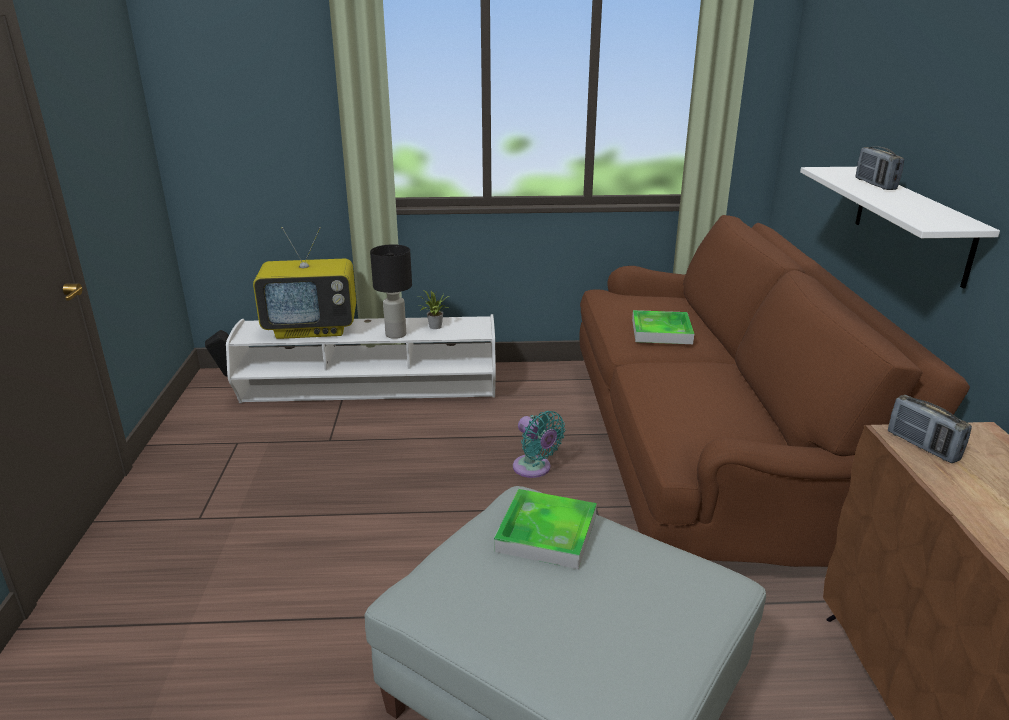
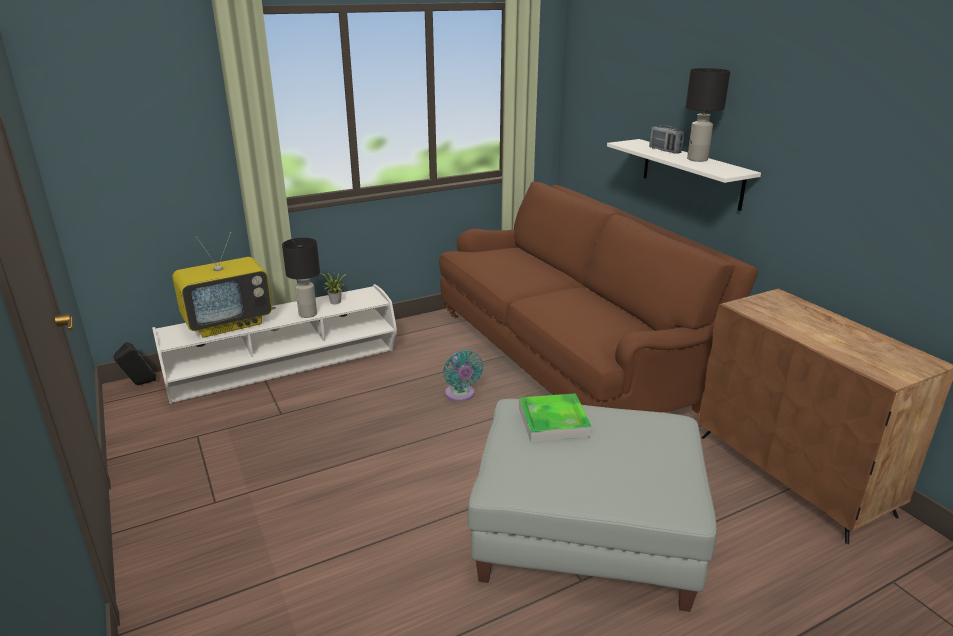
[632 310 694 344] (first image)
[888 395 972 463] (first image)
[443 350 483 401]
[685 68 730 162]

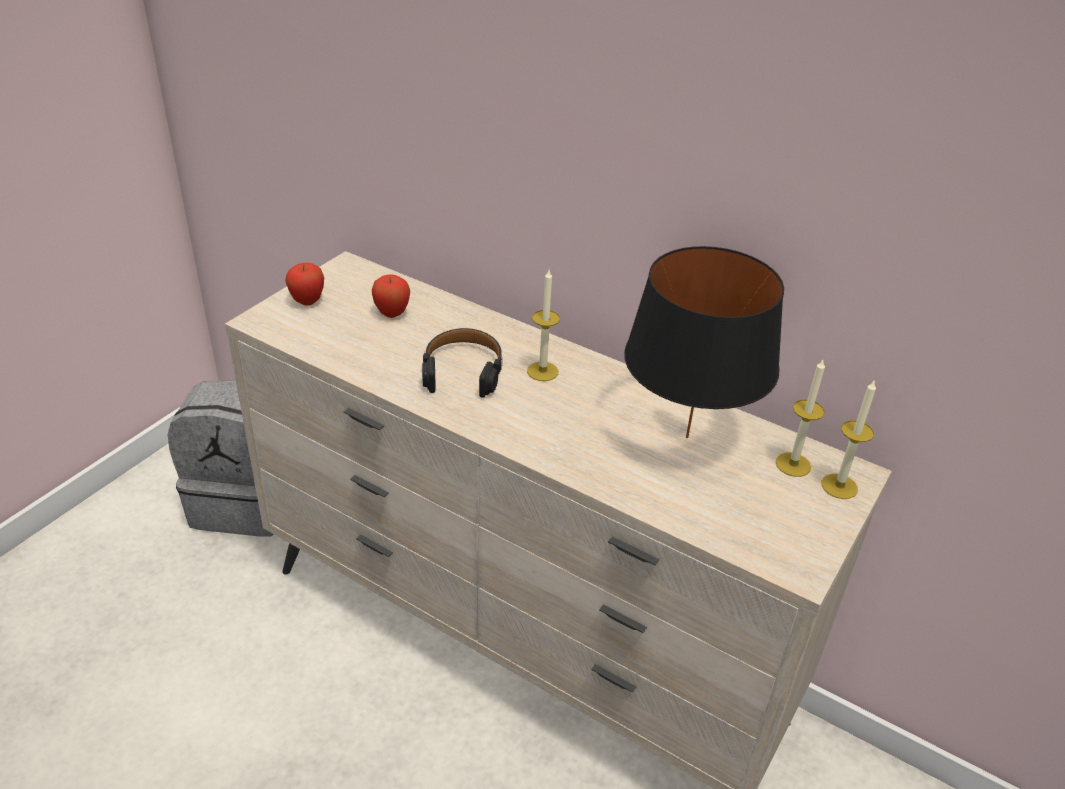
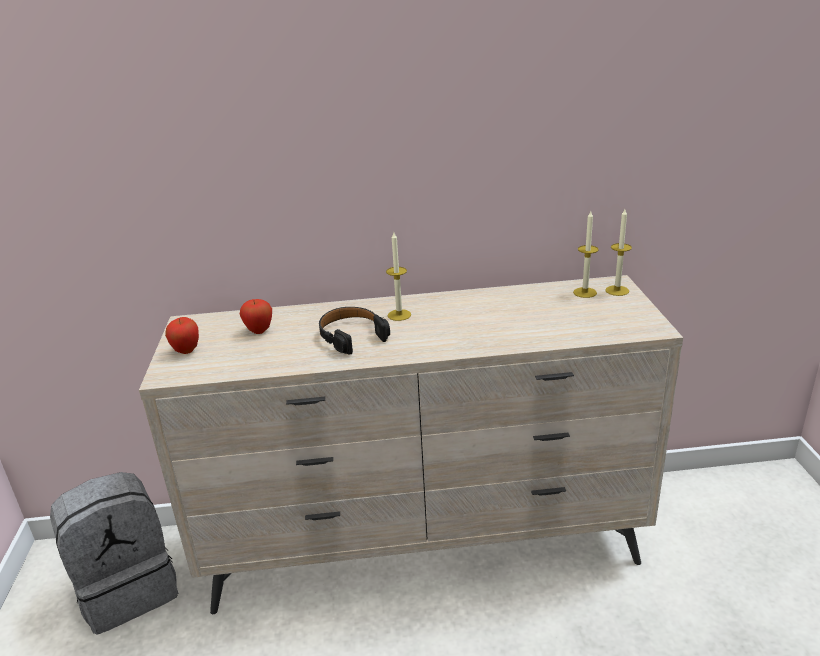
[624 246 784 438] (first image)

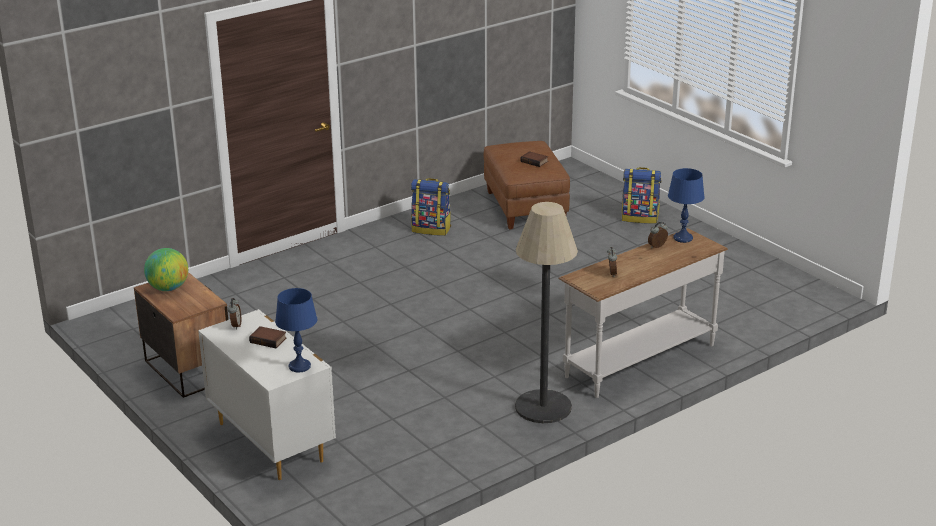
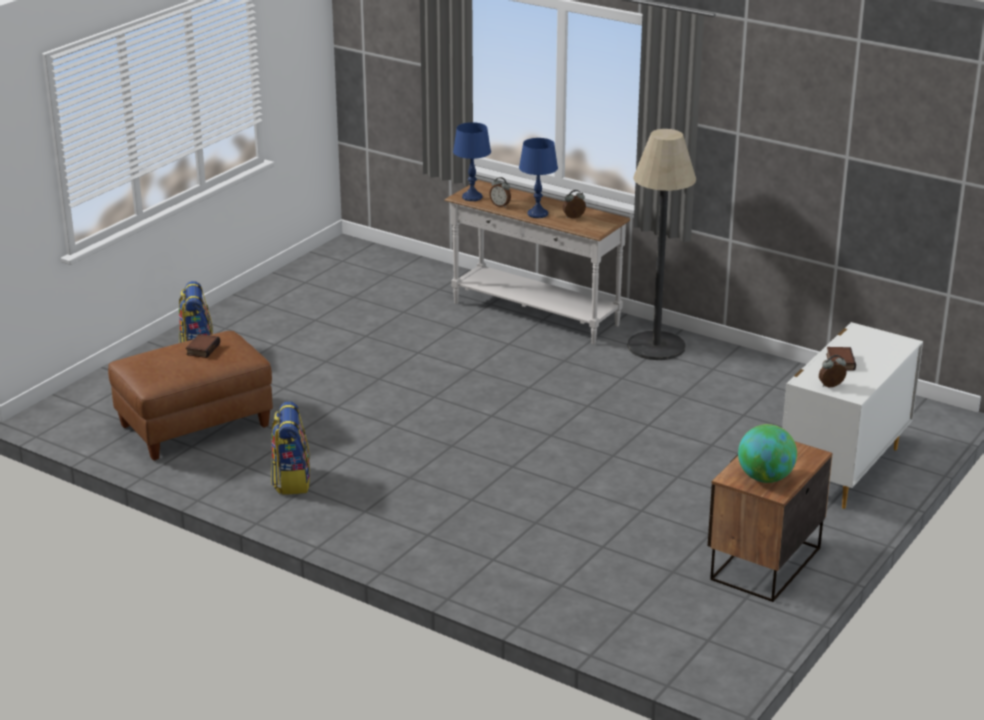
[519 138 558 218]

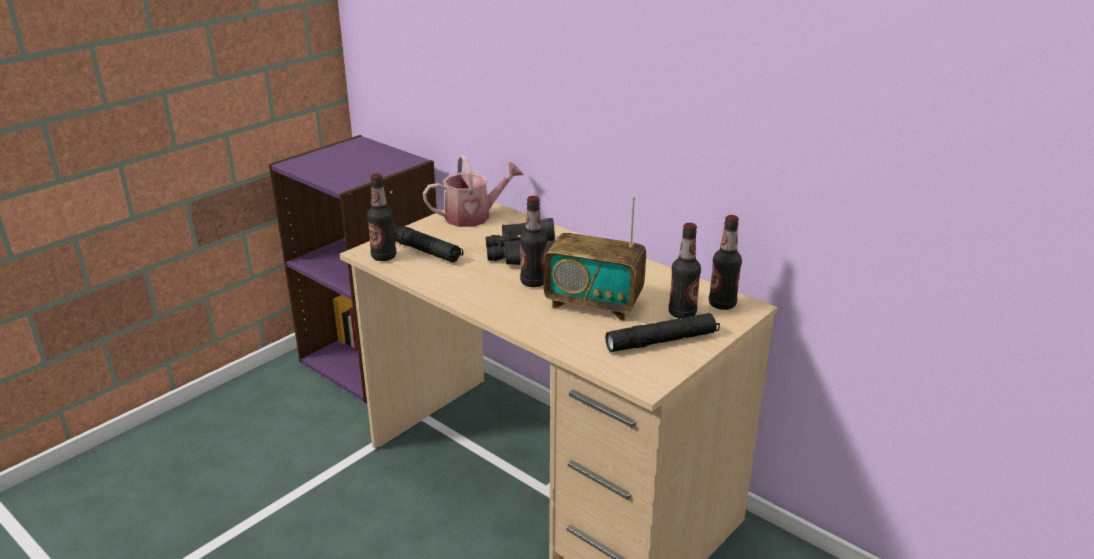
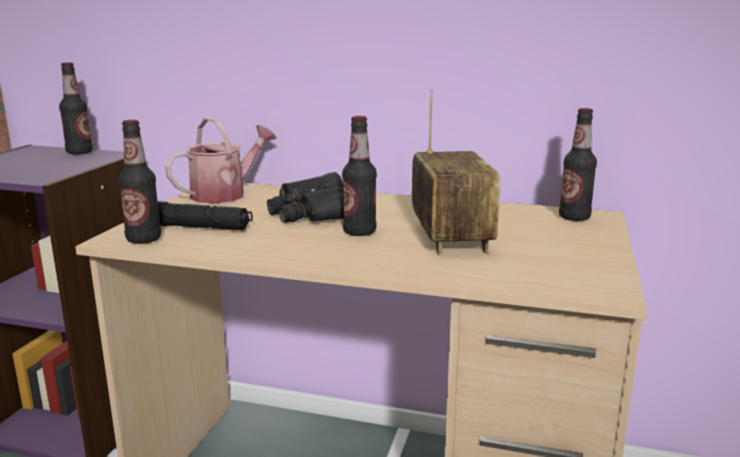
[412 89 501 255]
[59 62 93 155]
[605 313 720 352] (first image)

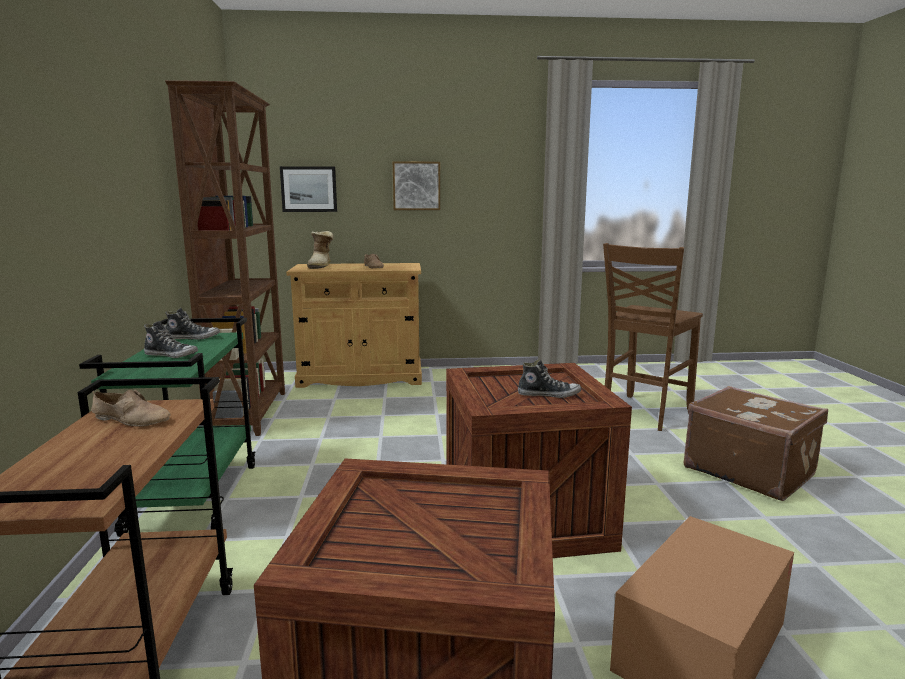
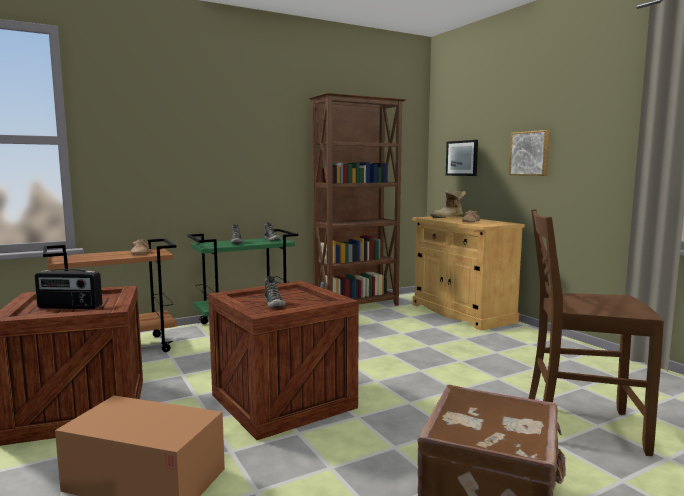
[35 269 102 309]

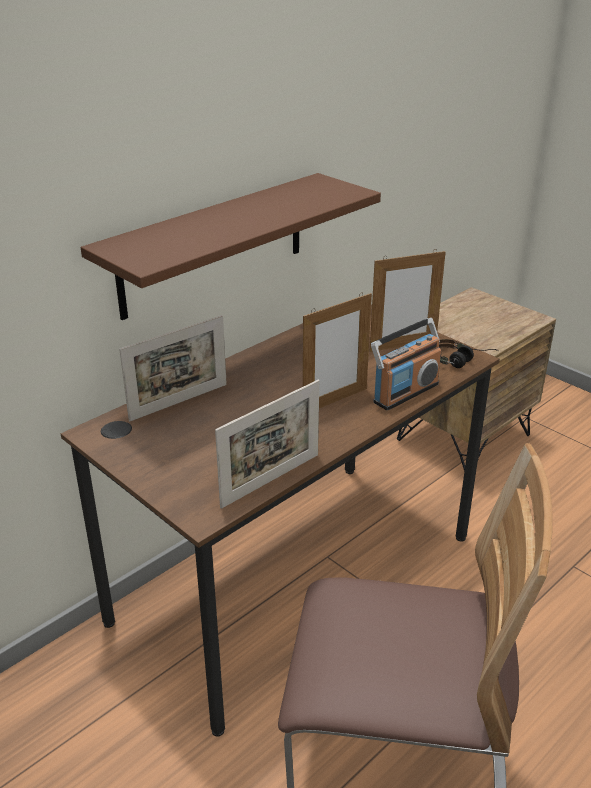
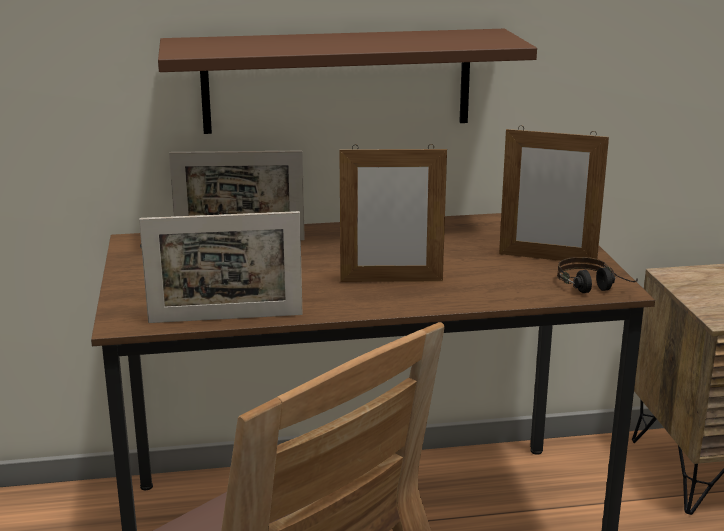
[371 318 441 410] (first image)

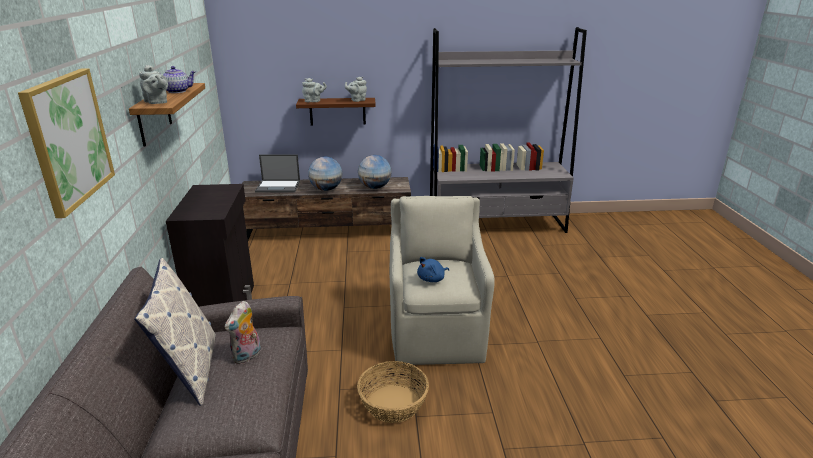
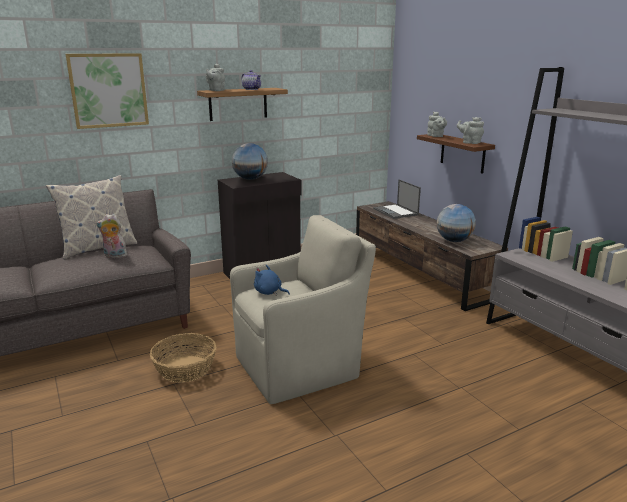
[232 143 268 180]

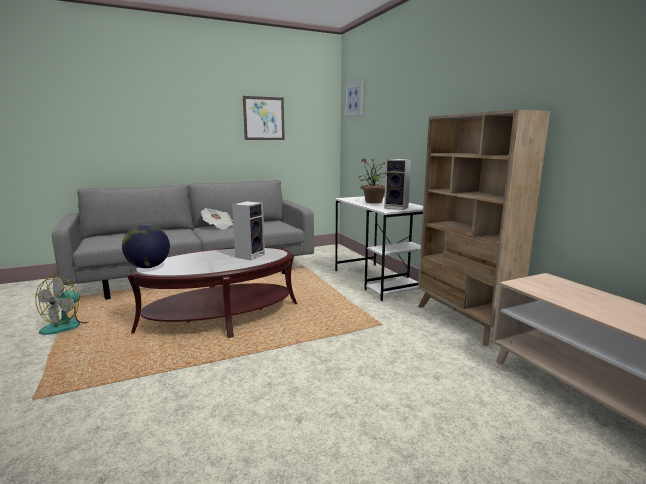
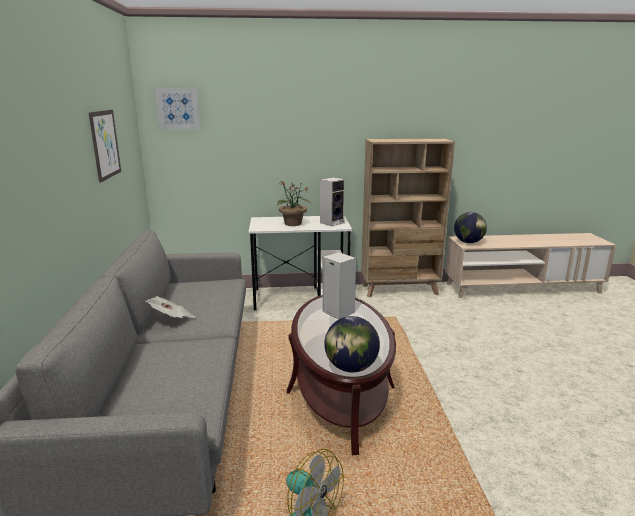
[454 212 487 243]

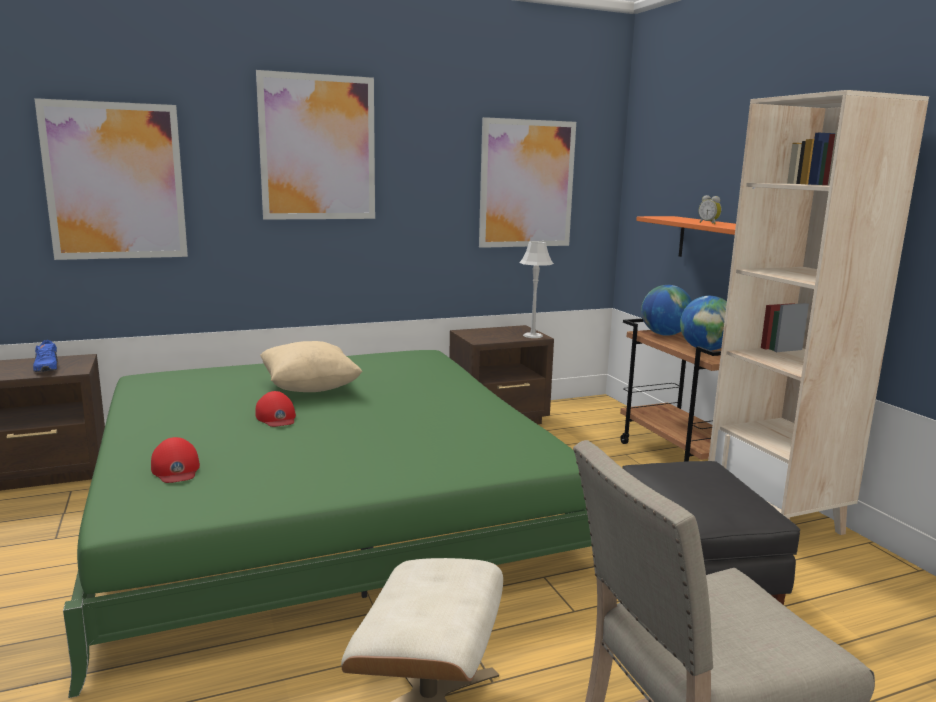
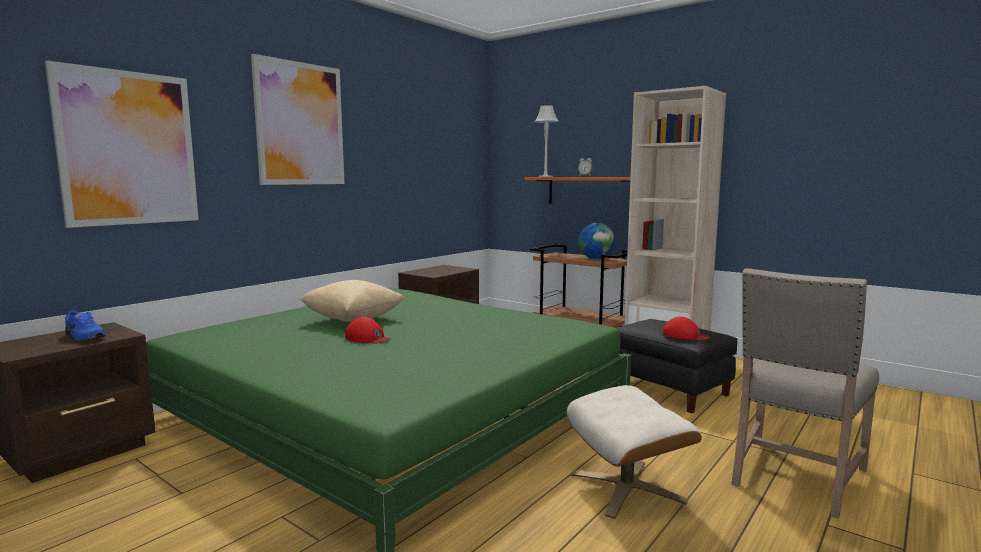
[479 117 576 248] (first image)
[535 105 559 177]
[641 285 692 336] (first image)
[663 317 711 340]

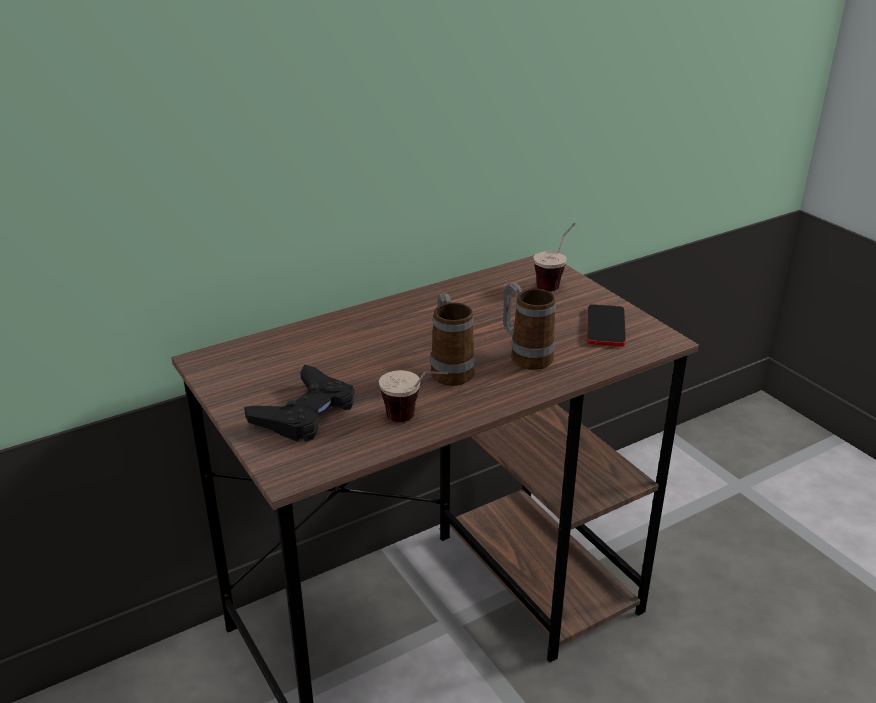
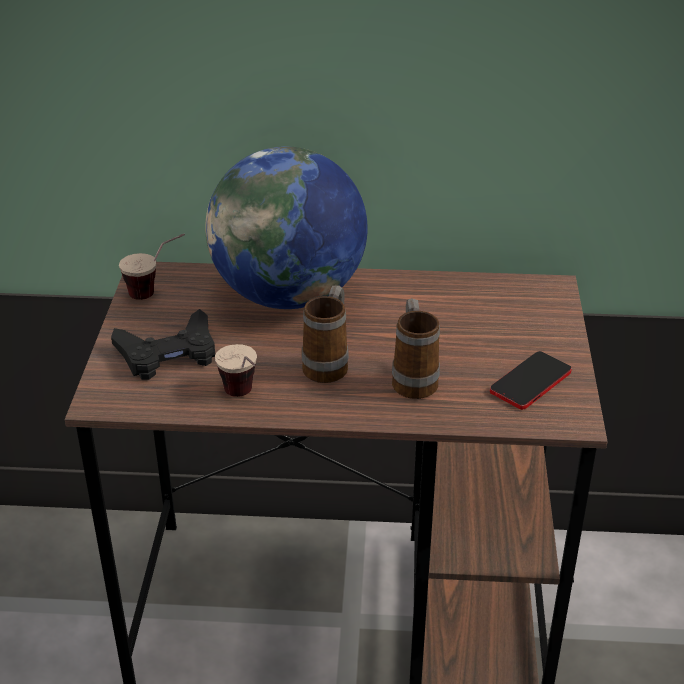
[119 234 185 300]
[205 146 368 309]

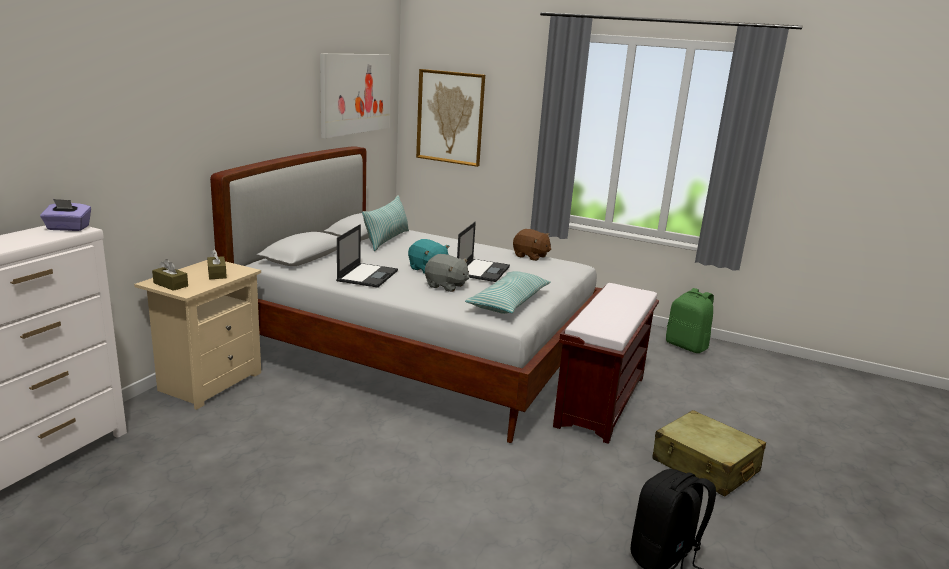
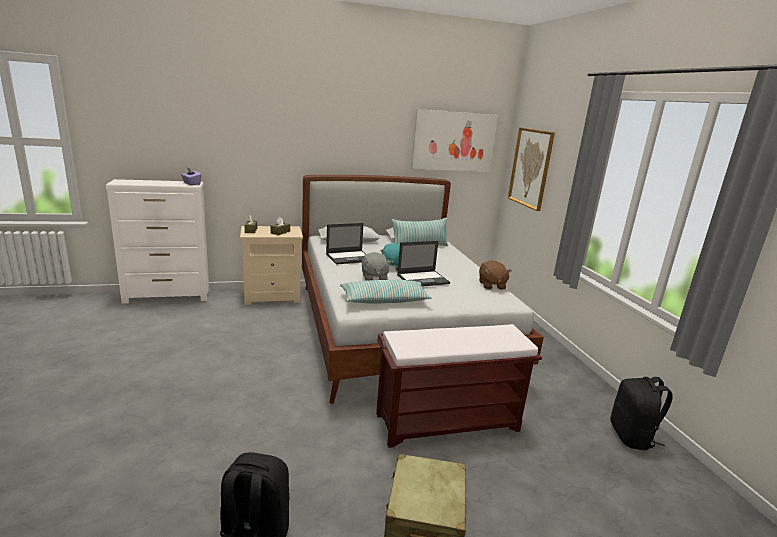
[610 377 673 450]

